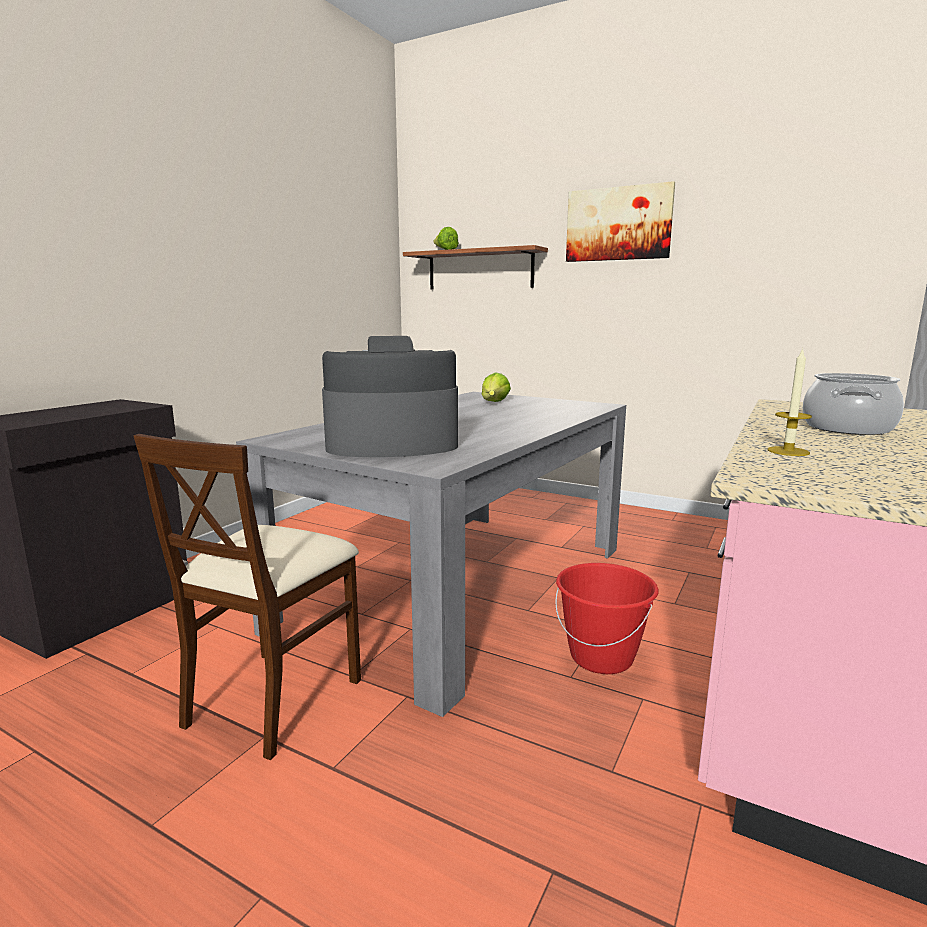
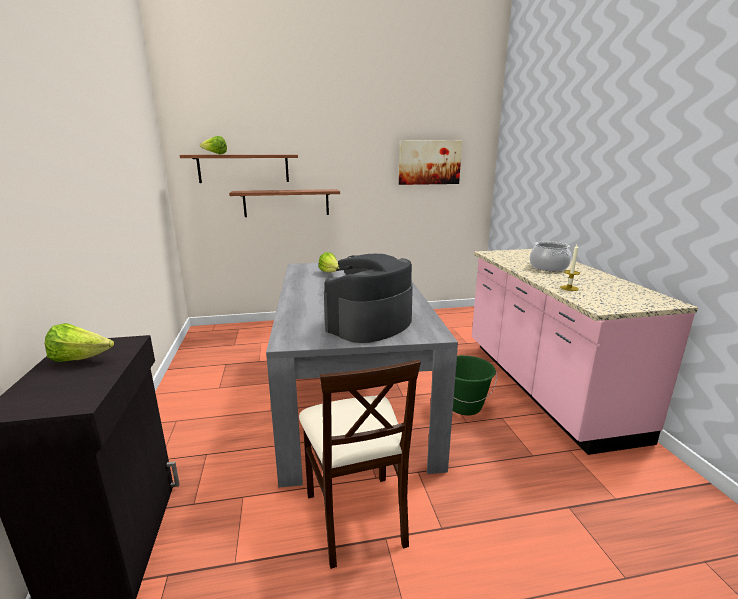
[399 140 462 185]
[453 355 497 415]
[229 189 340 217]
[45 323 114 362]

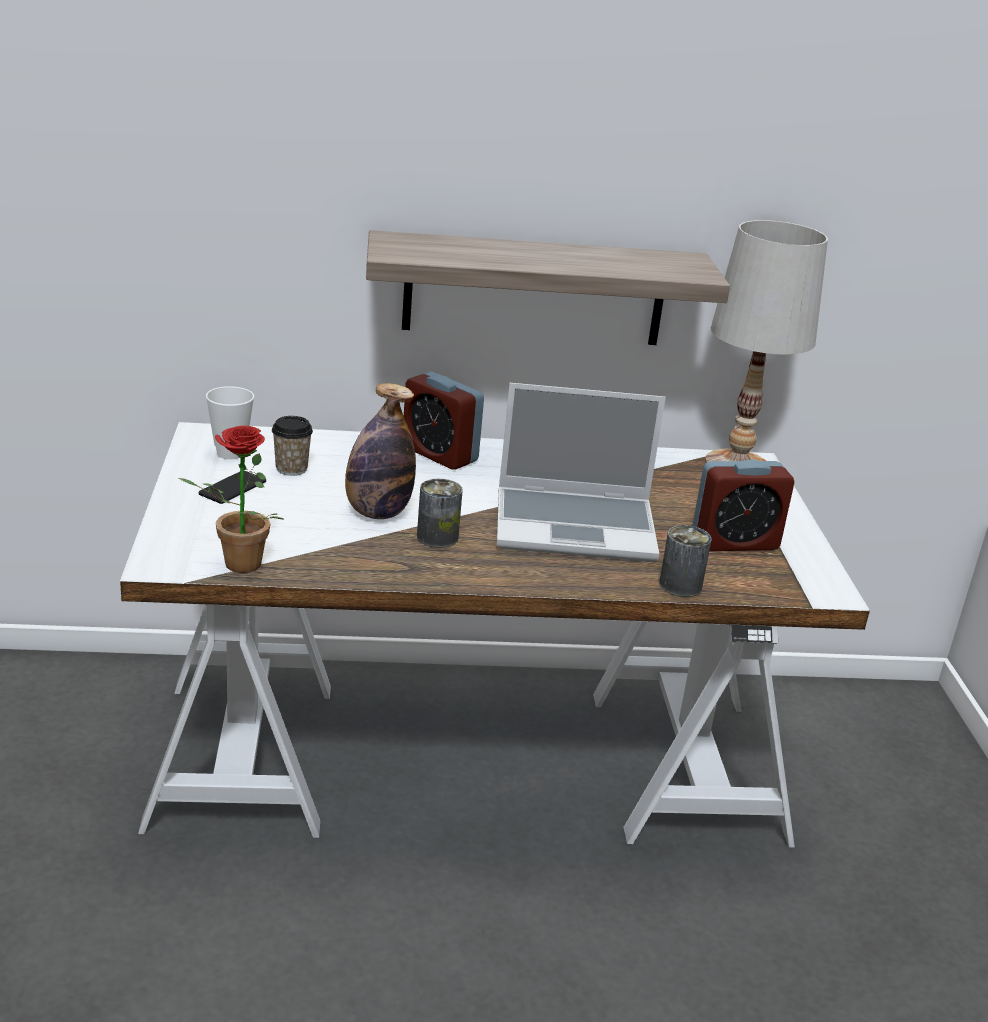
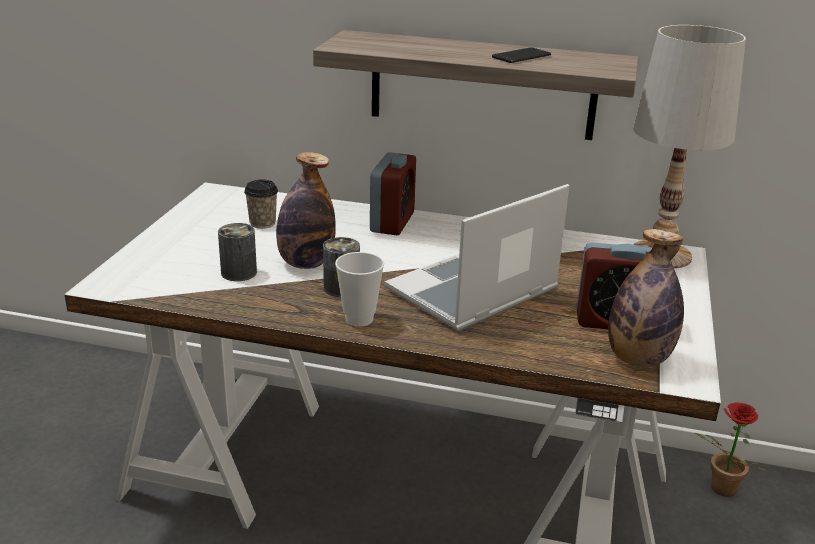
[370 152 416 235]
[384 184 569 331]
[335 252 384 327]
[695 403 766 497]
[492 47 551 63]
[218 223 257 281]
[608 229 684 367]

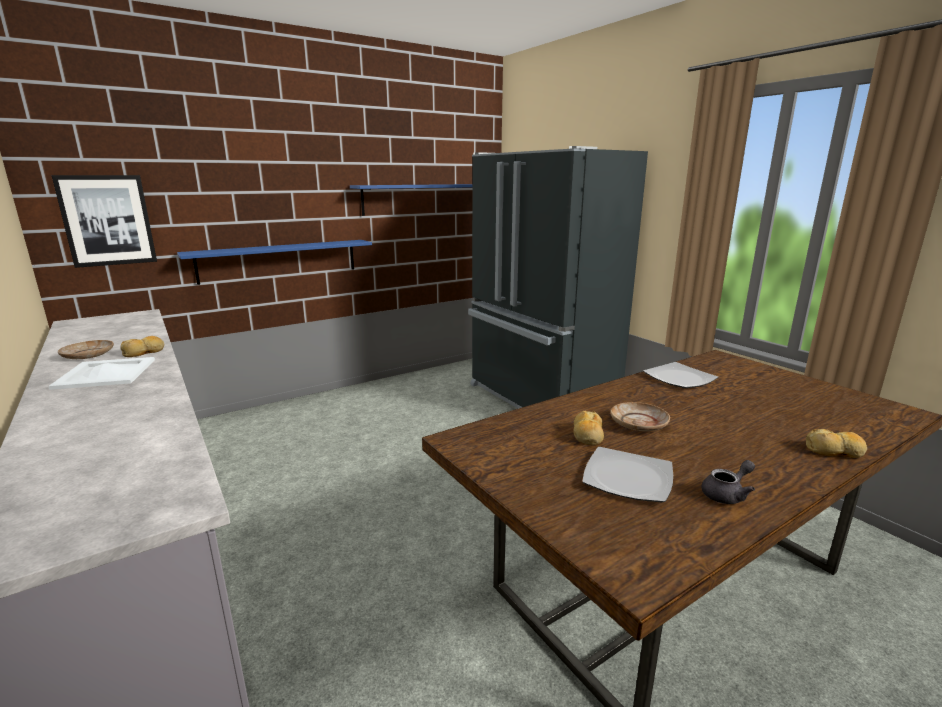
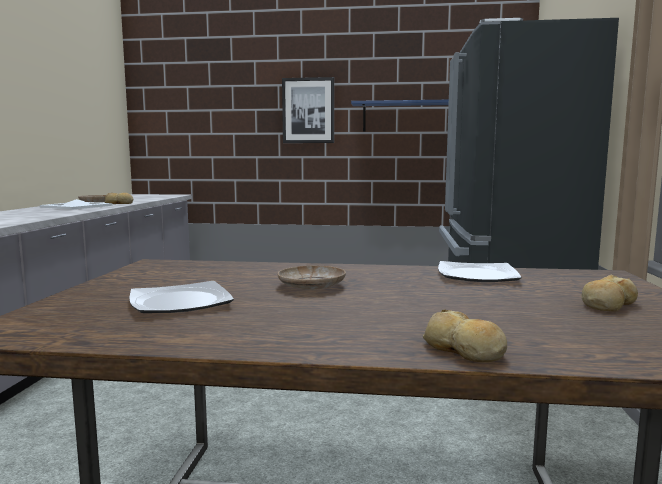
[282 77 334 143]
[177 240 372 285] (first image)
[582 275 638 311]
[701 460 755 504] (first image)

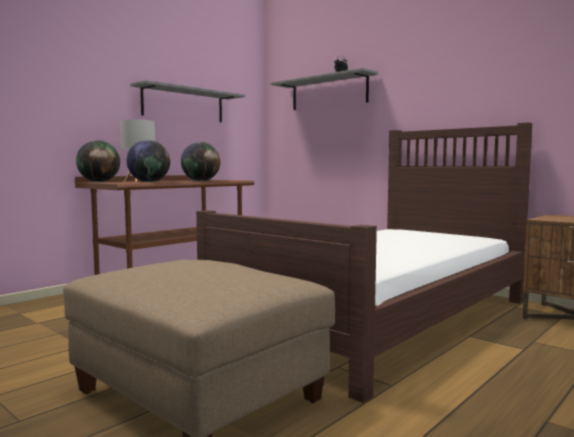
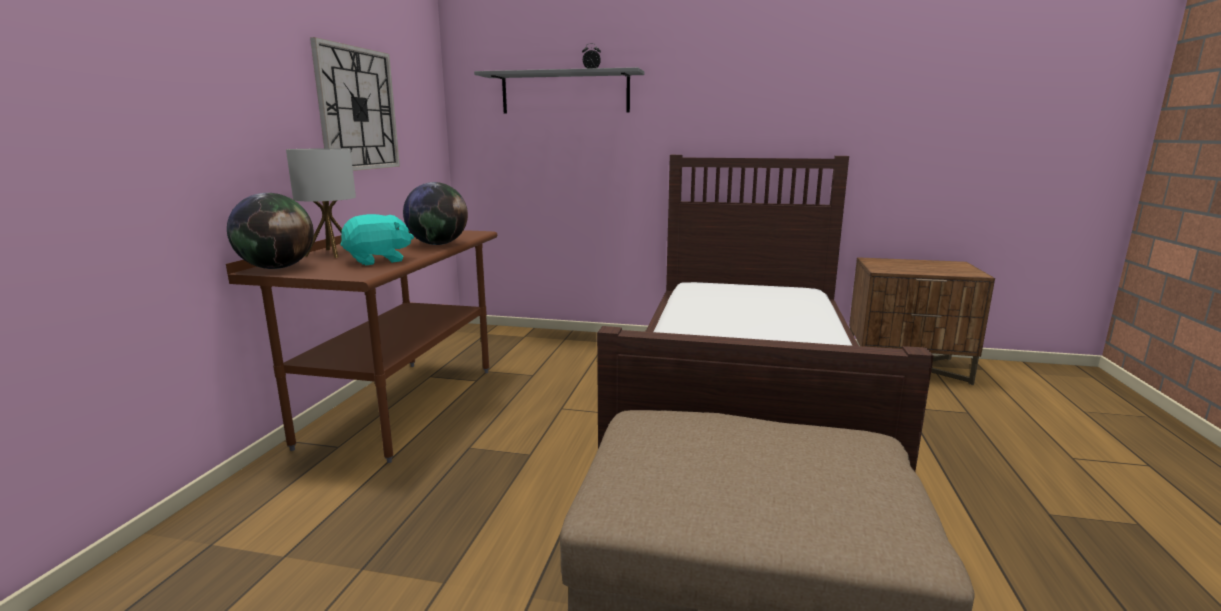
[310 37 400 171]
[340 214 414 266]

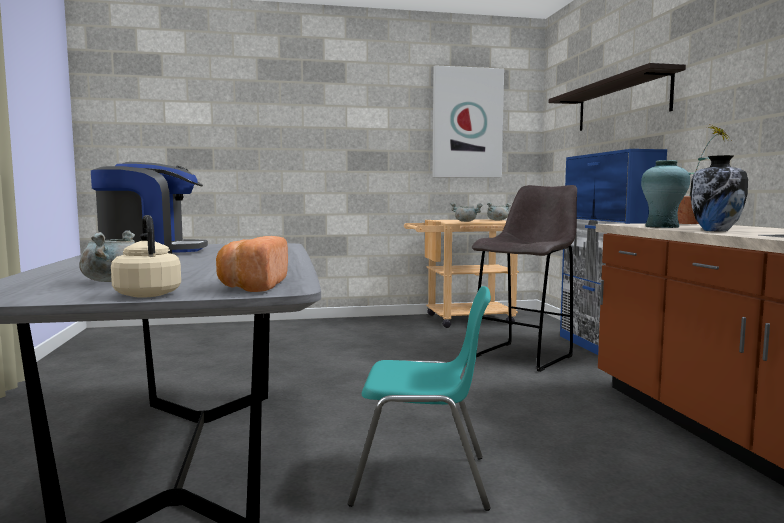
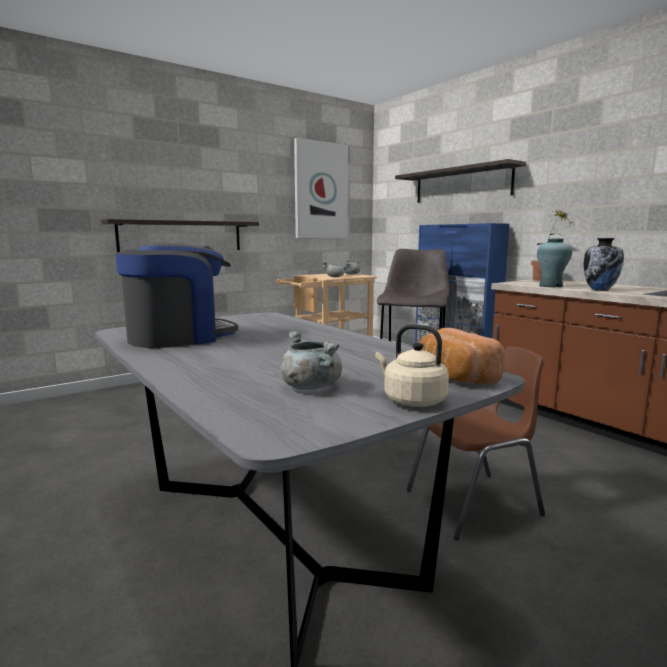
[407 346 545 540]
[101 219 259 252]

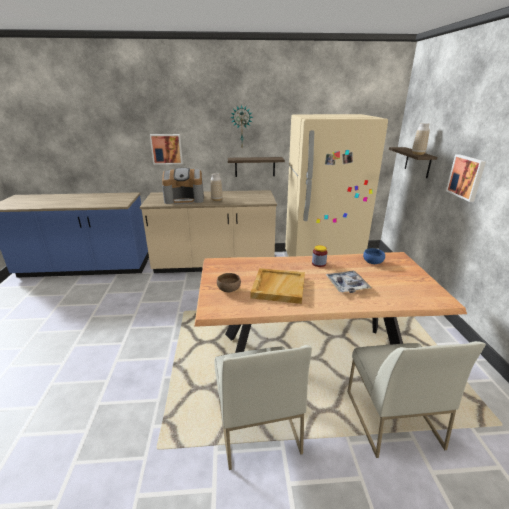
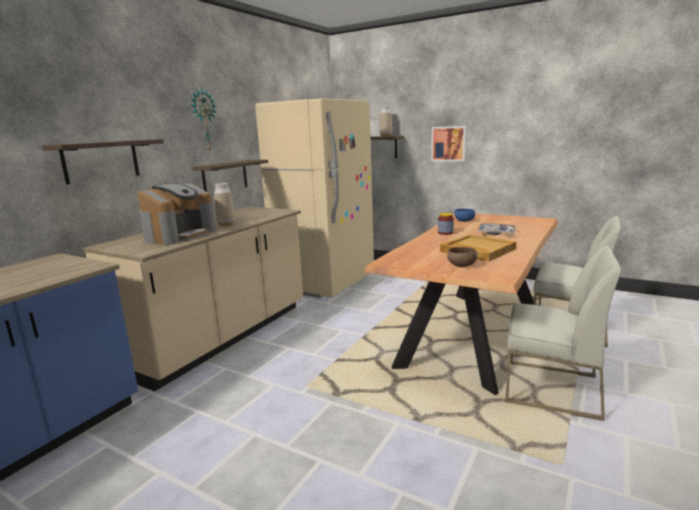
[42 139 164 185]

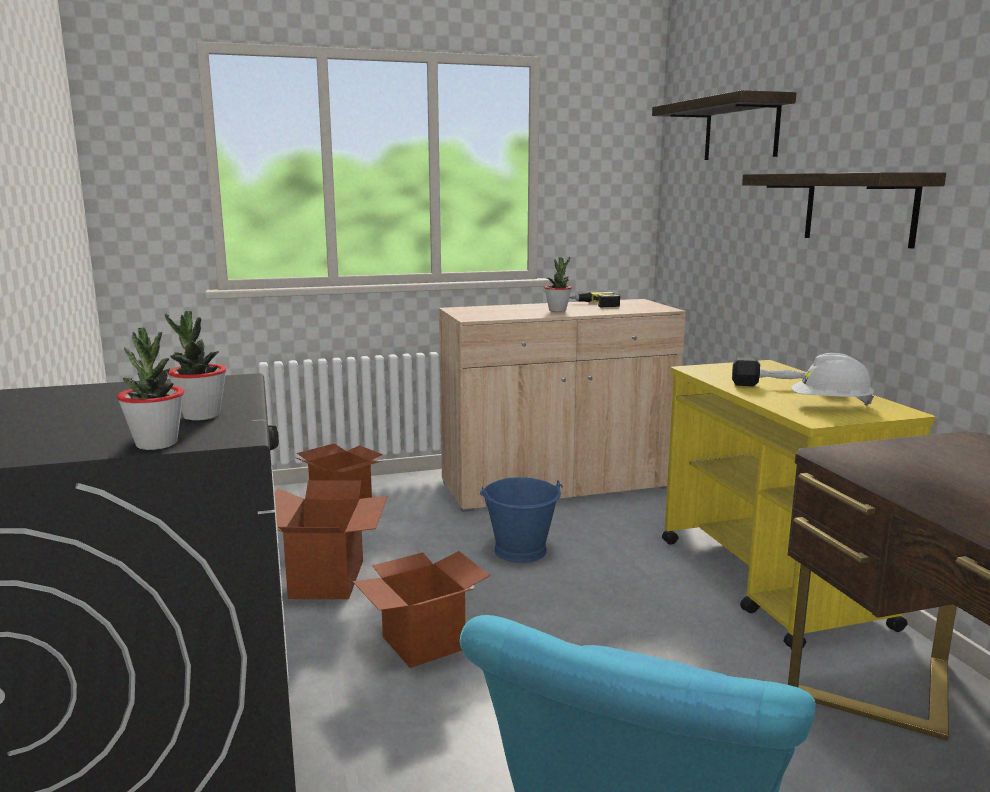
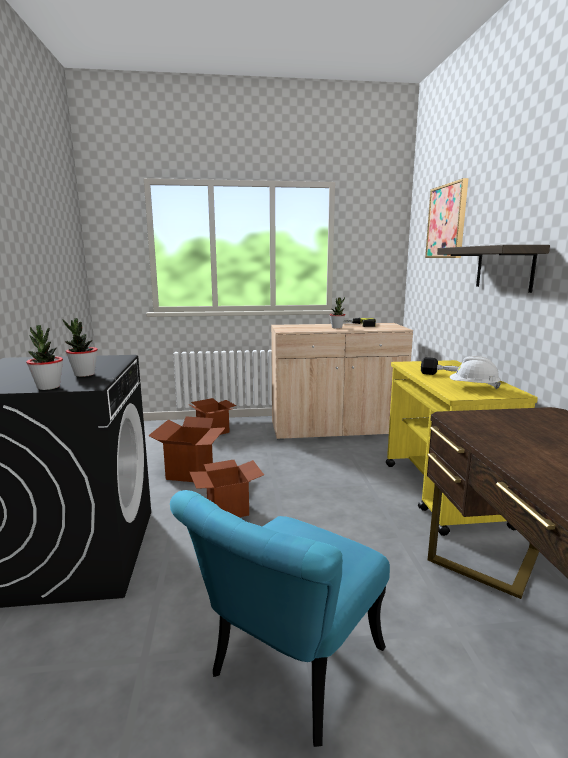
[425 178 468 258]
[480 477 563 563] (first image)

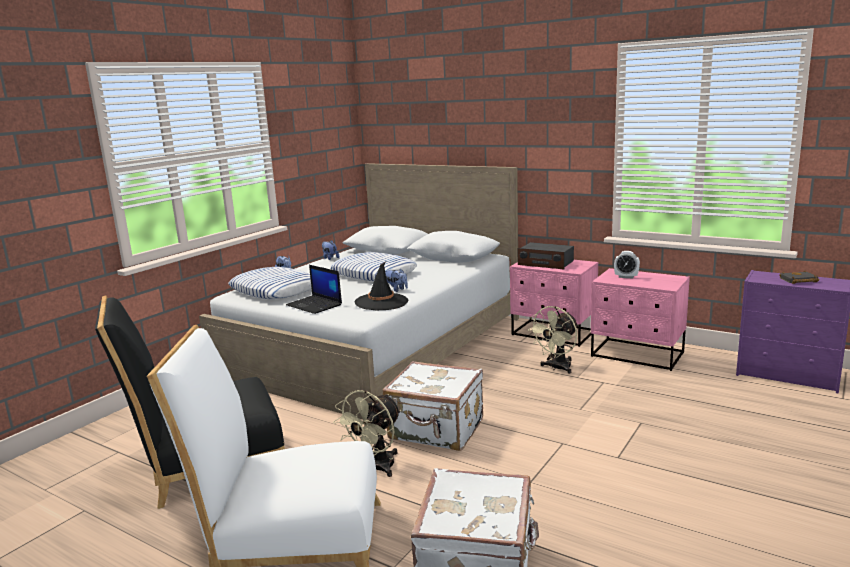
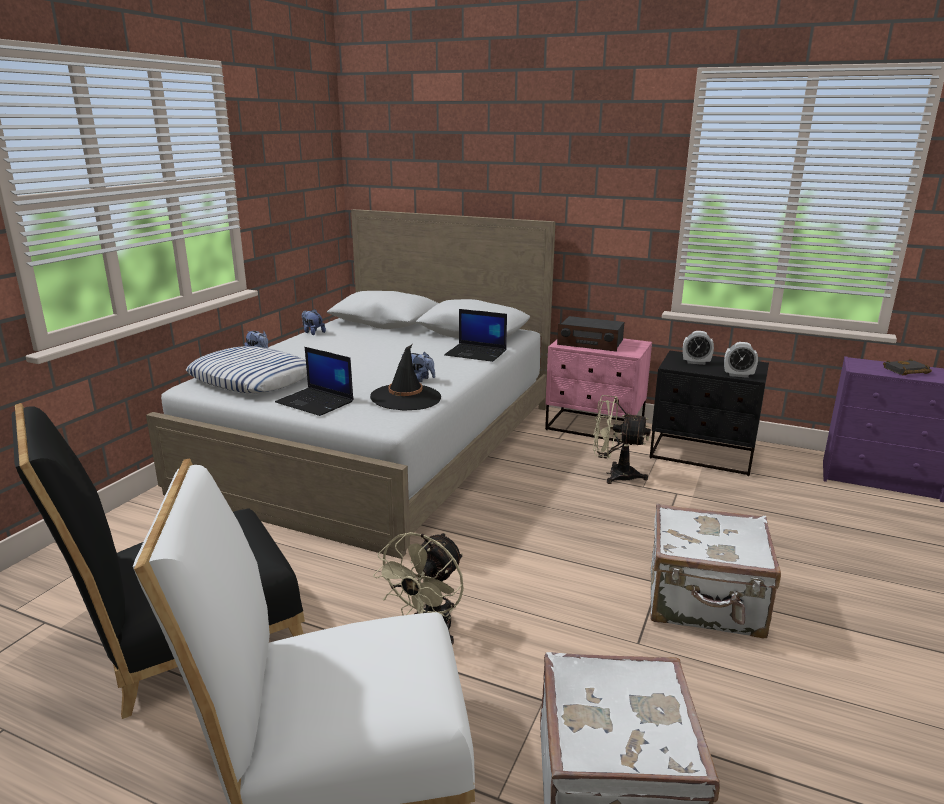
[330 252 417 281] (first image)
[650 351 769 476]
[593 395 651 484]
[650 504 781 638]
[444 309 507 362]
[724 342 758 378]

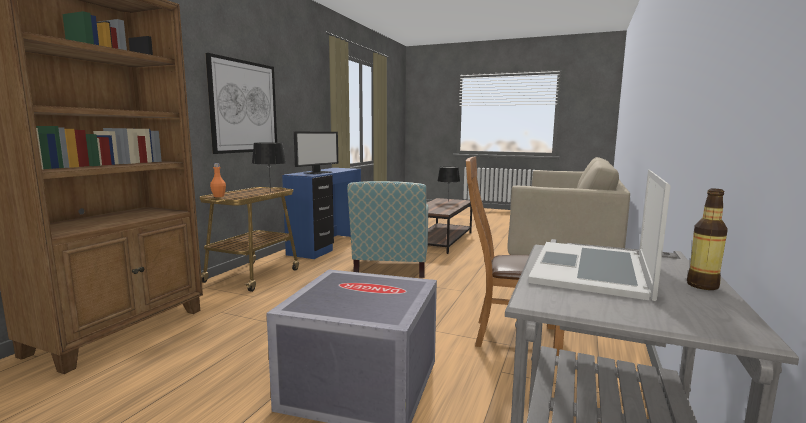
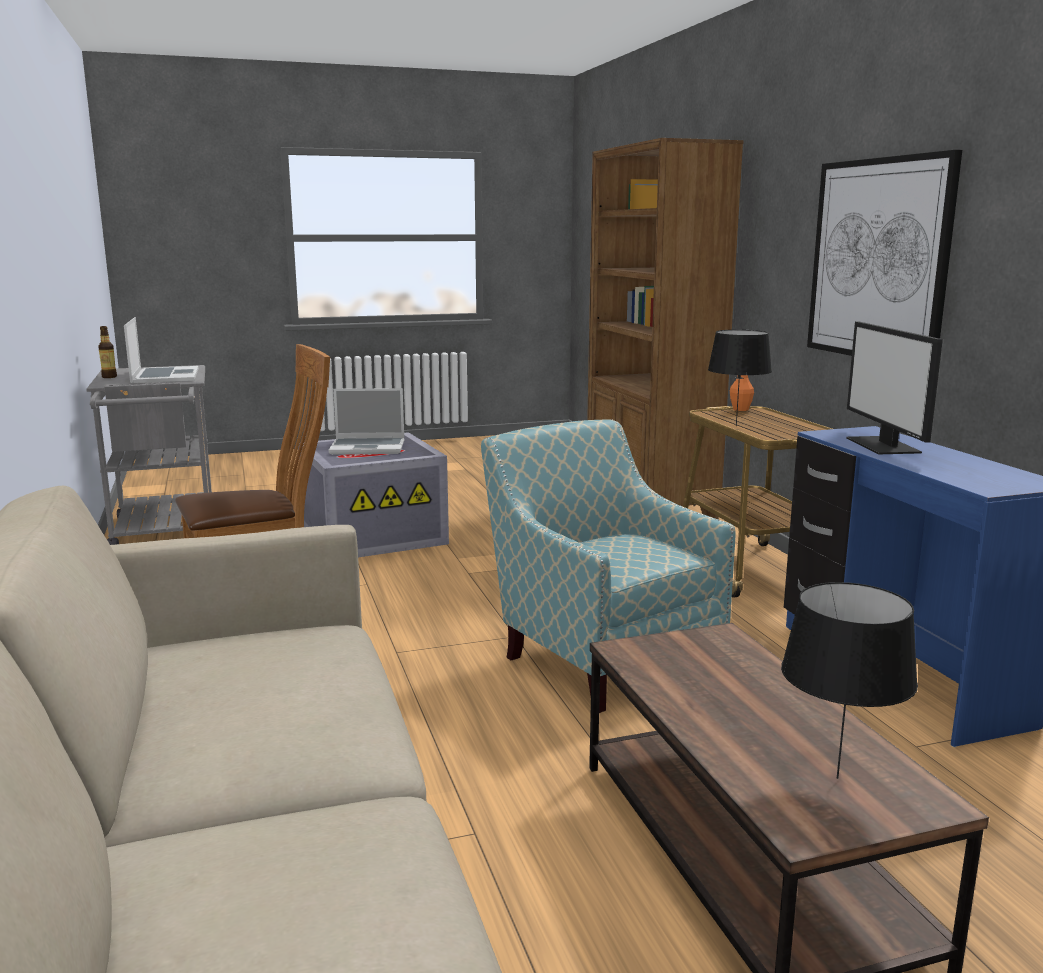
[329 388 404 455]

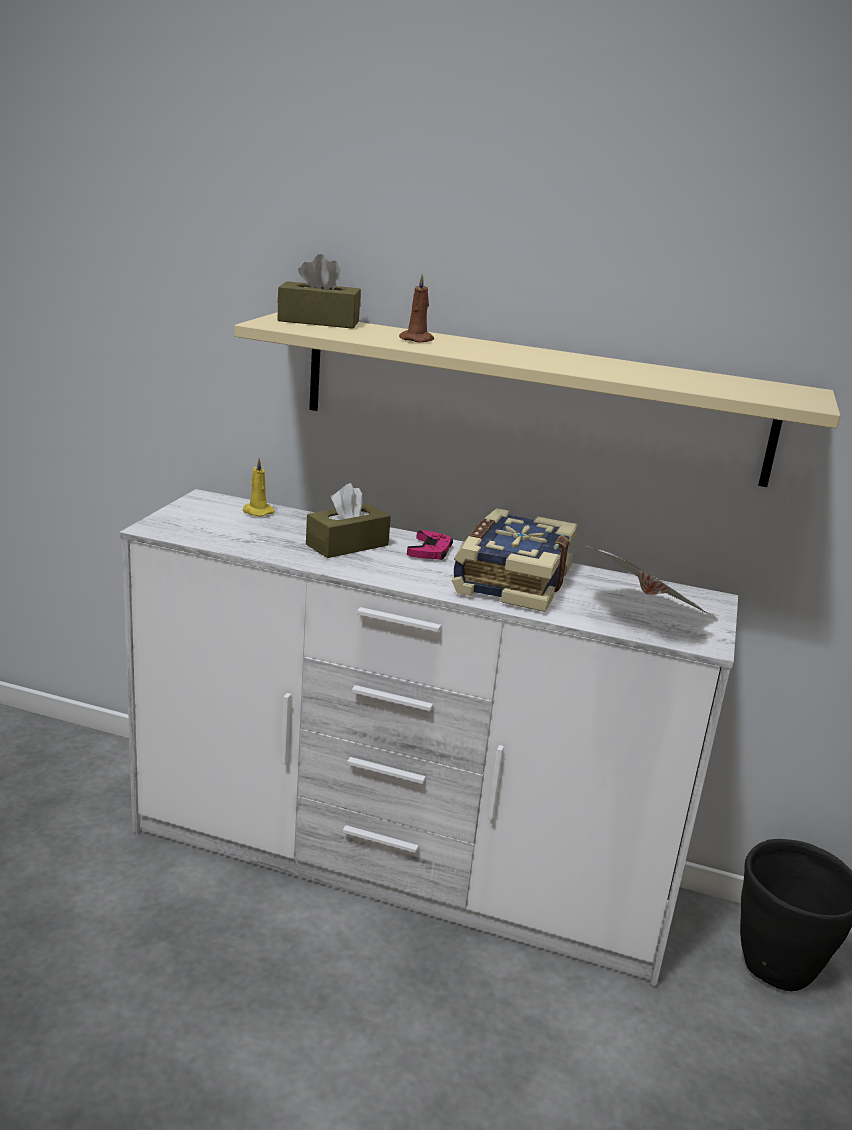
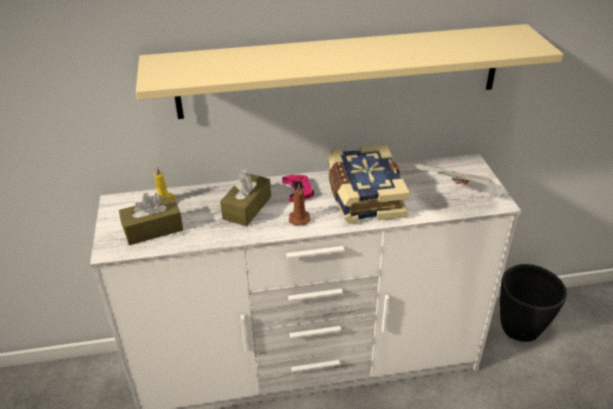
[119 193 183 245]
[289 184 311 225]

